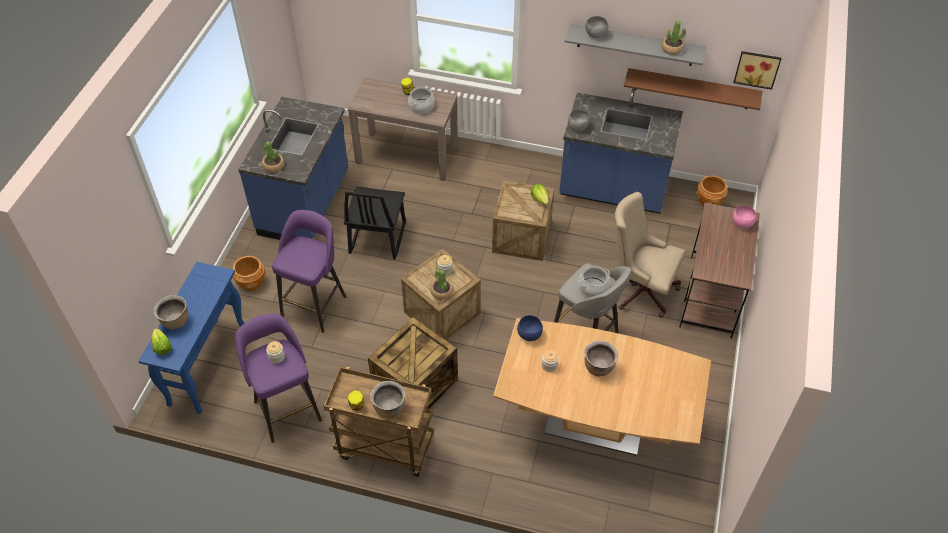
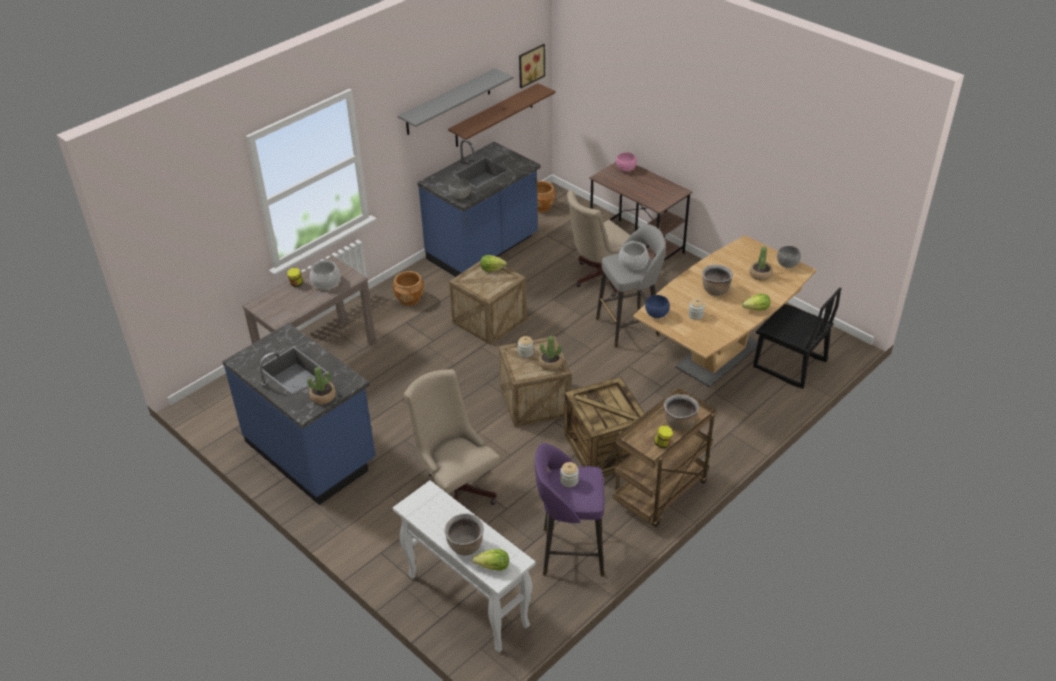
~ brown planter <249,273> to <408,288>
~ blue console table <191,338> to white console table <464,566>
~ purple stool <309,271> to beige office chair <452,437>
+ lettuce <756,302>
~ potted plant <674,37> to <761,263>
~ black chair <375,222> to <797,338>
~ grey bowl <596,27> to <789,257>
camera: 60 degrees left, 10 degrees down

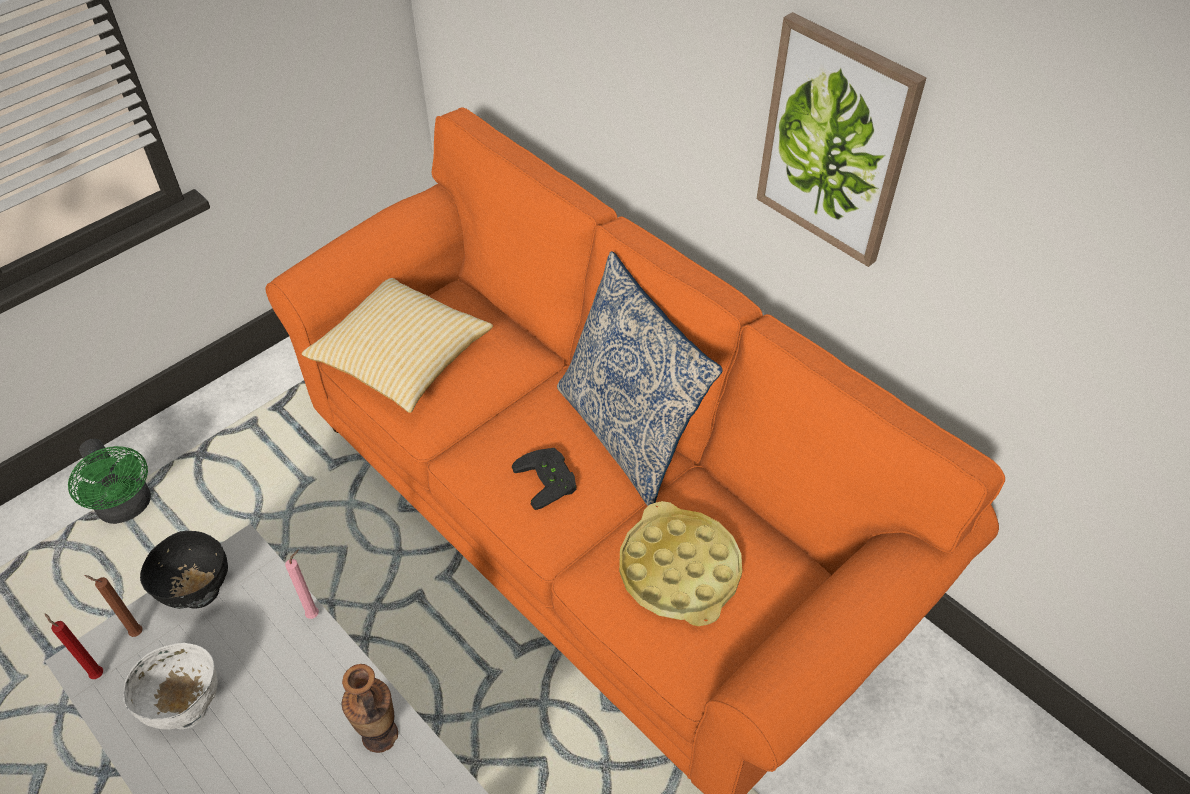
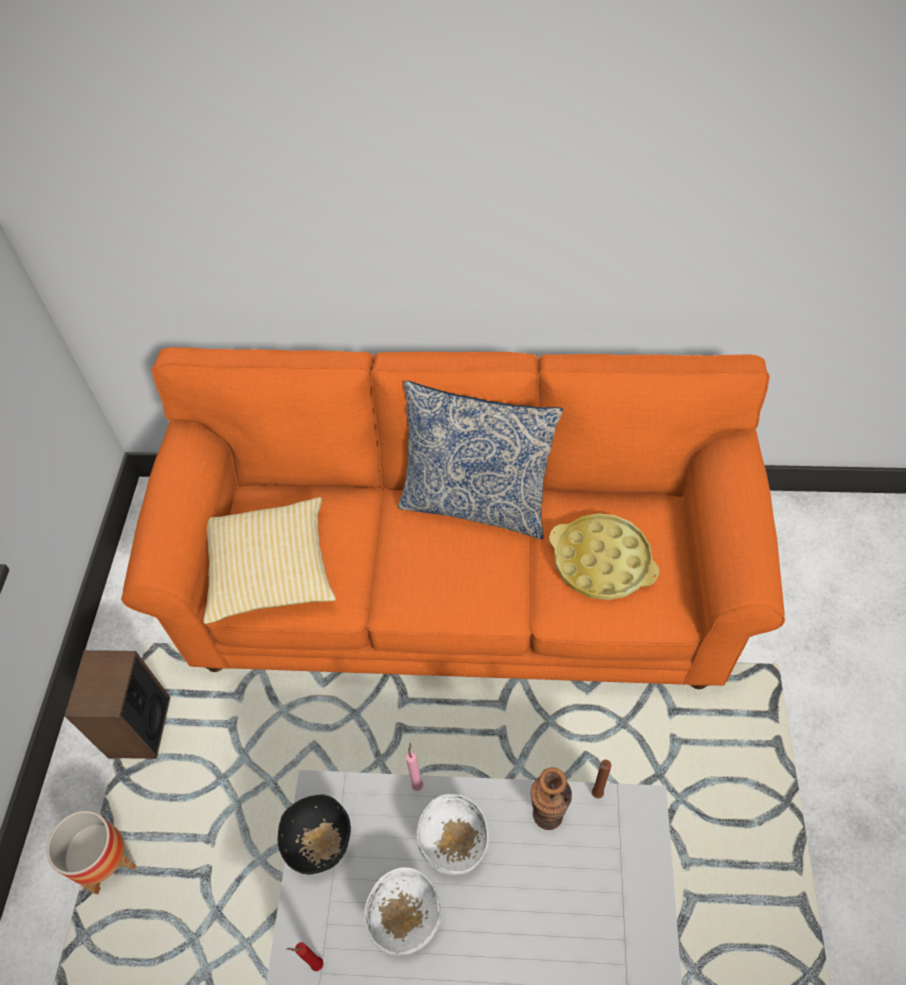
~ green fan <109,481> to planter <91,852>
+ speaker <117,704>
+ white bowl <452,834>
~ brown candle <113,606> to <601,779>
- black game controller <544,479>
- picture <841,139>
camera: 40 degrees left, 5 degrees up

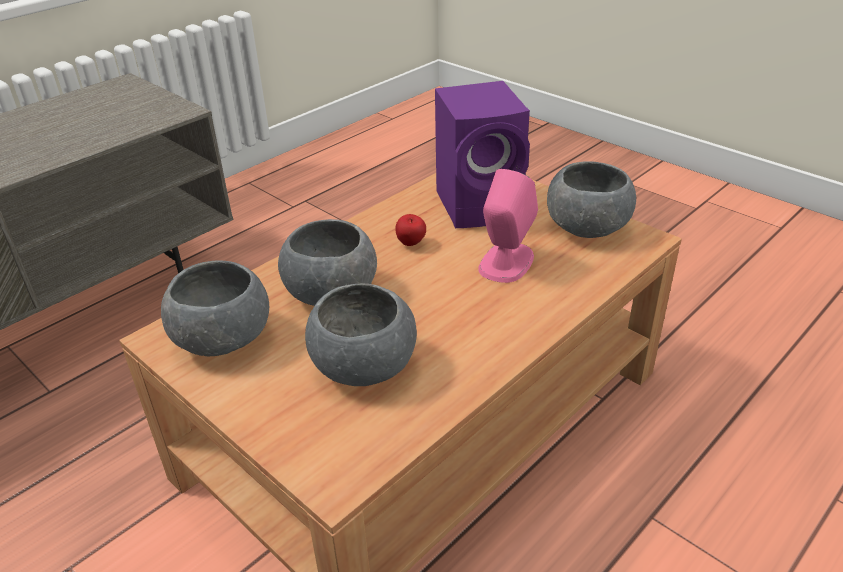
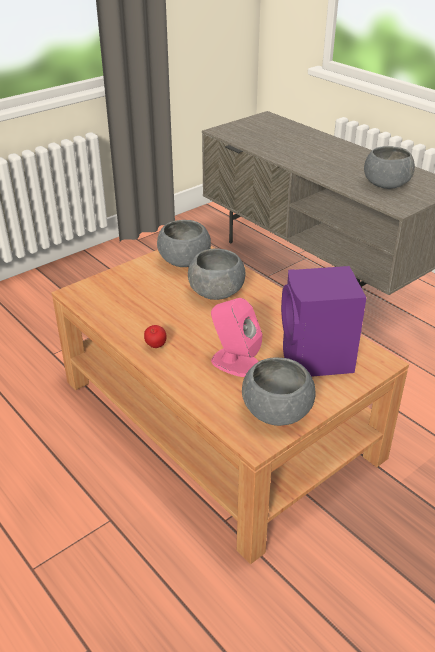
~ apple <410,230> to <155,336>
~ grey bowl <361,335> to <389,167>
camera: 95 degrees right, 0 degrees up

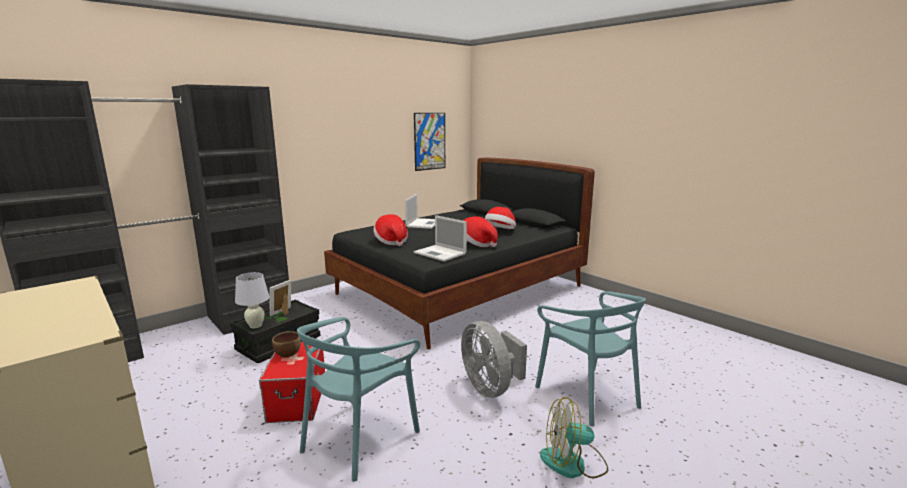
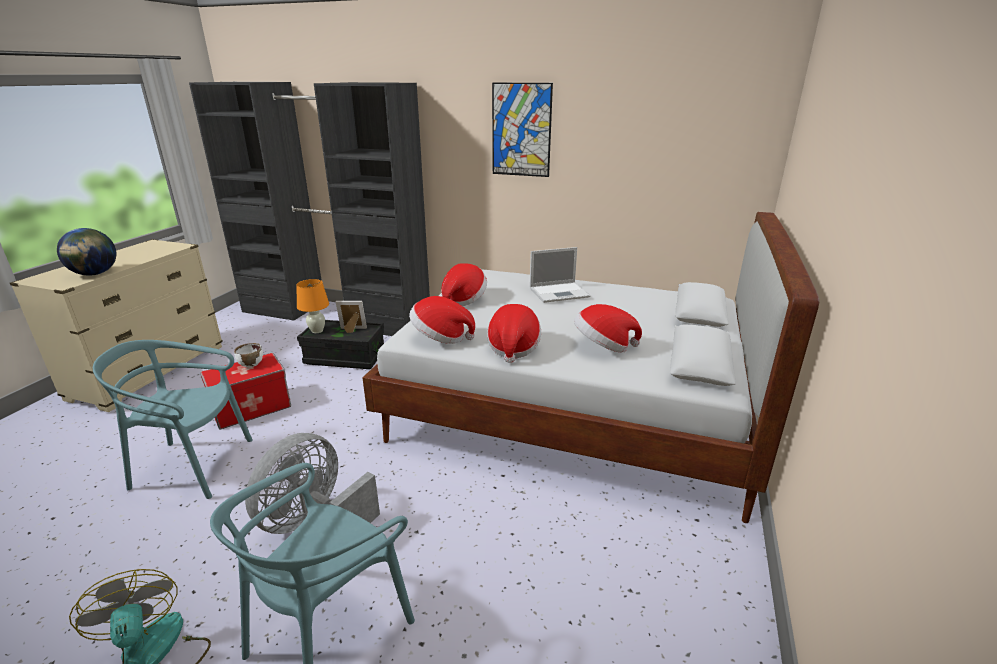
+ globe <86,252>
~ brown bowl <286,344> to white bowl <248,355>
~ white table lamp <252,300> to orange table lamp <312,306>
~ black bed <459,253> to white bed <590,367>
~ laptop <440,238> to hat <442,320>
~ picture <429,142> to <522,130>
camera: 60 degrees right, 10 degrees up

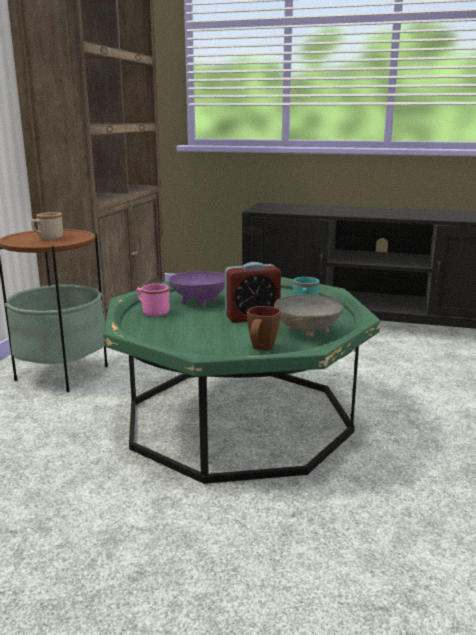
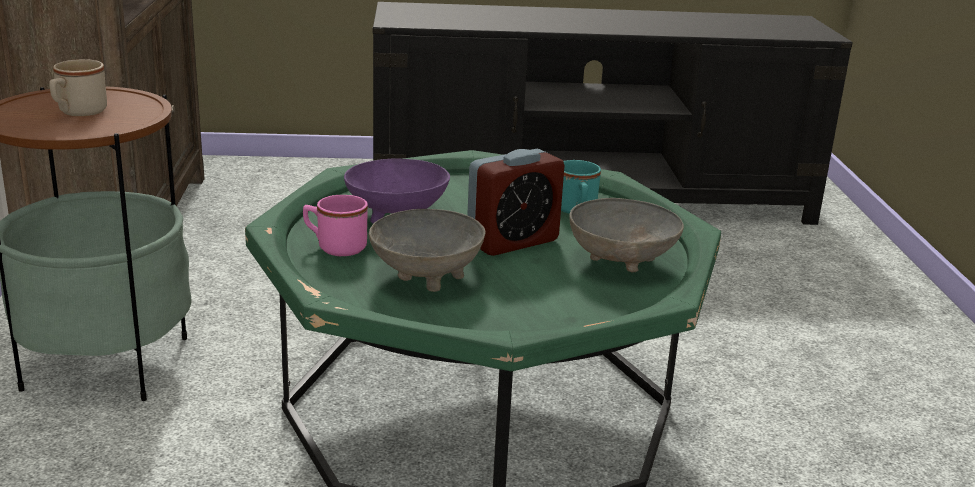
+ grey bowl <427,250>
- brown mug <264,328>
camera: 20 degrees left, 5 degrees up

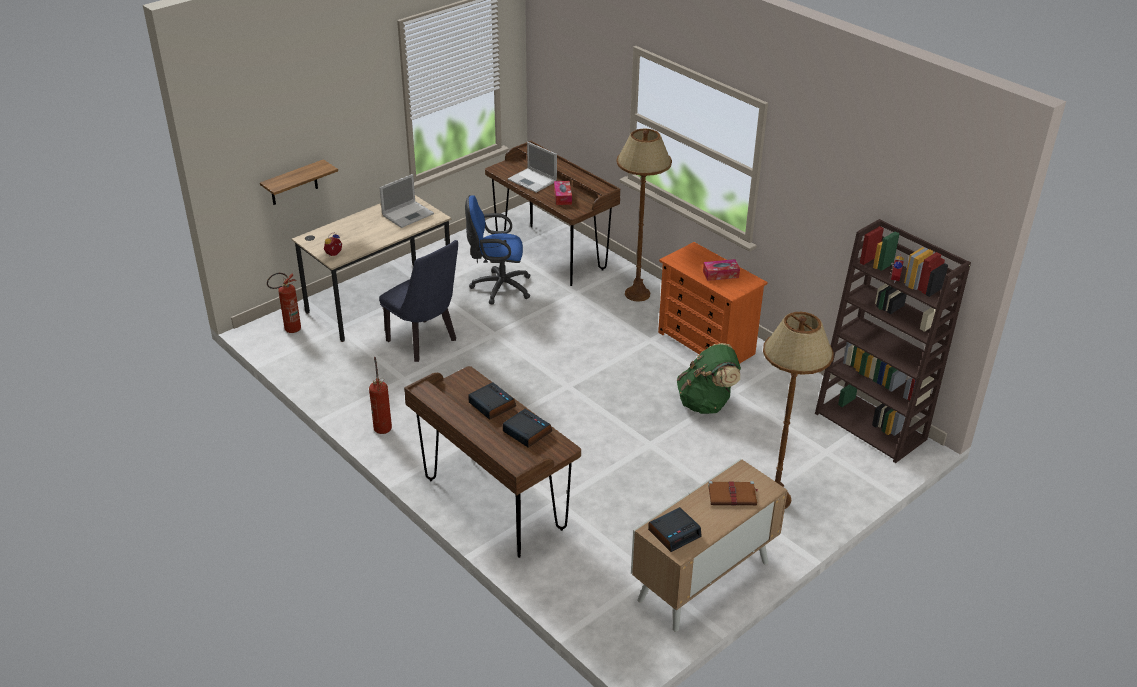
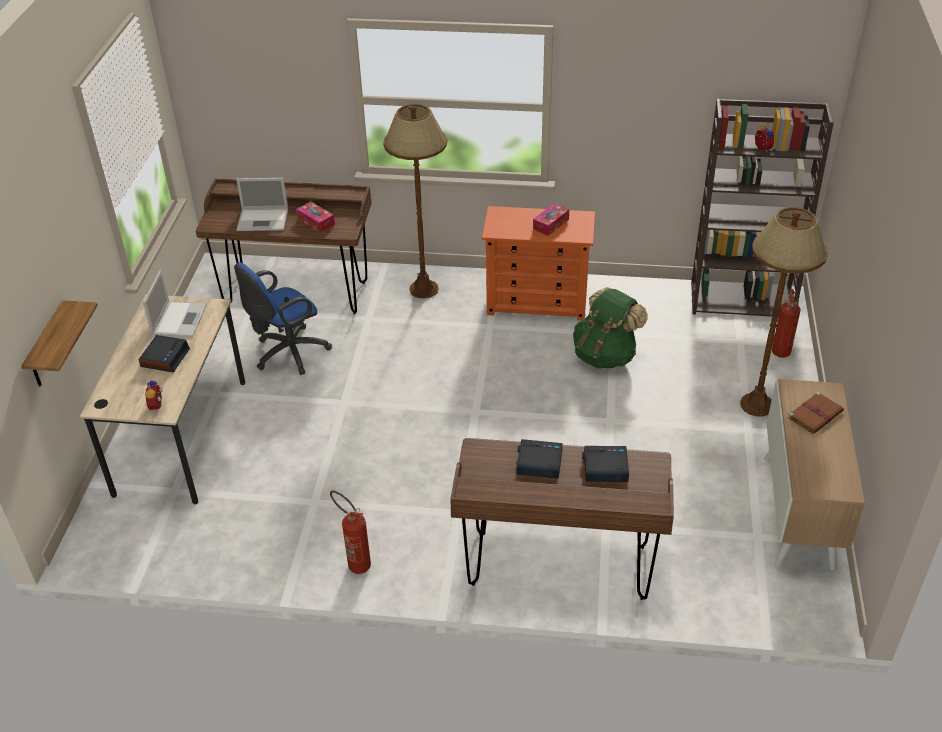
~ alarm clock <675,529> to <164,354>
~ fire extinguisher <284,303> to <786,323>
- blue chair <418,301>
camera: 40 degrees left, 5 degrees up

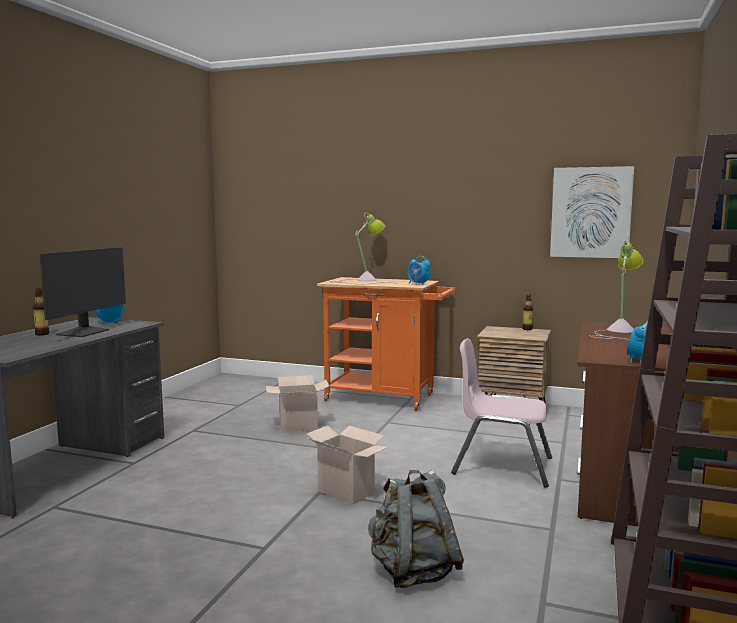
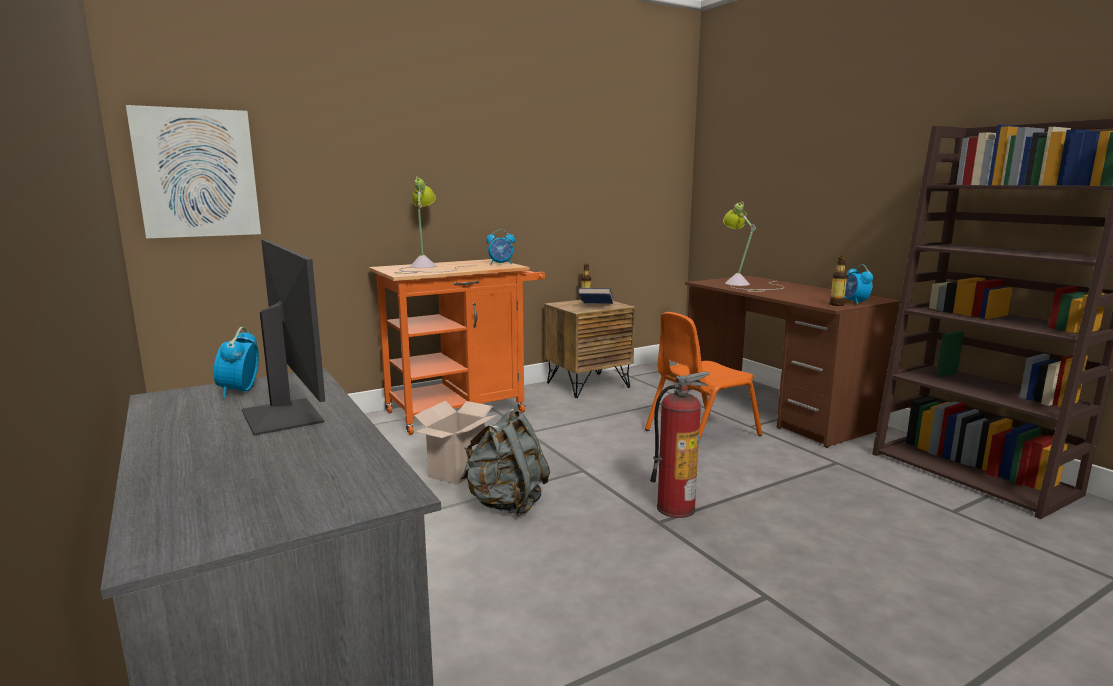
~ picture <592,212> to <193,172>
~ grey backpack <416,529> to <505,462>
+ blue book <595,296>
~ pink chair <501,413> to orange chair <704,377>
~ cardboard box <347,465> to fire extinguisher <680,444>
~ bottle <41,312> to <838,281>
camera: 50 degrees left, 5 degrees up

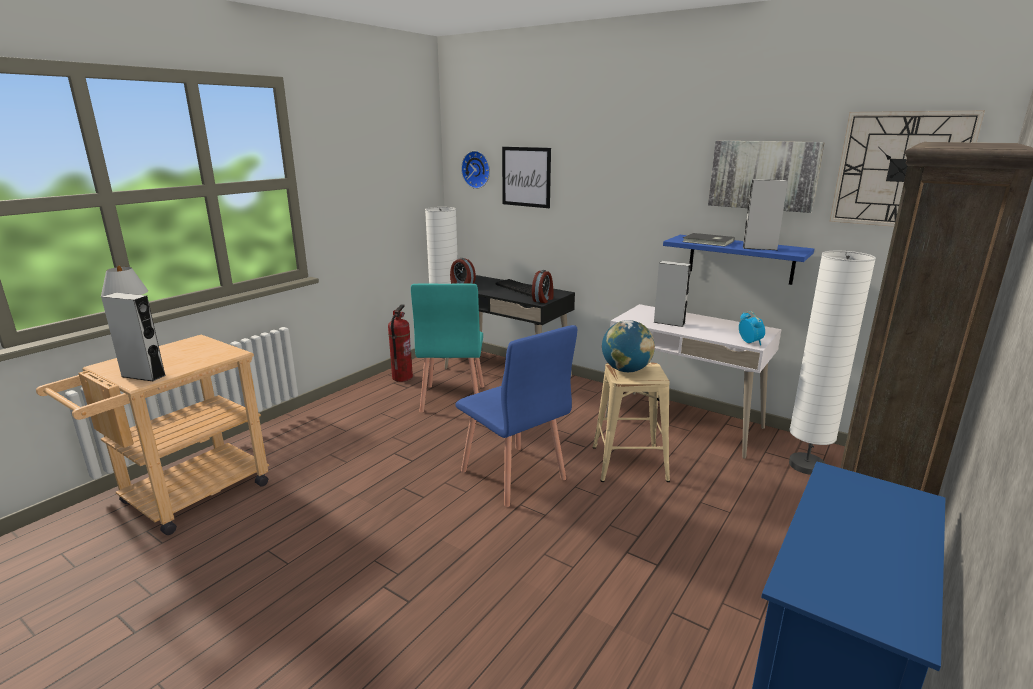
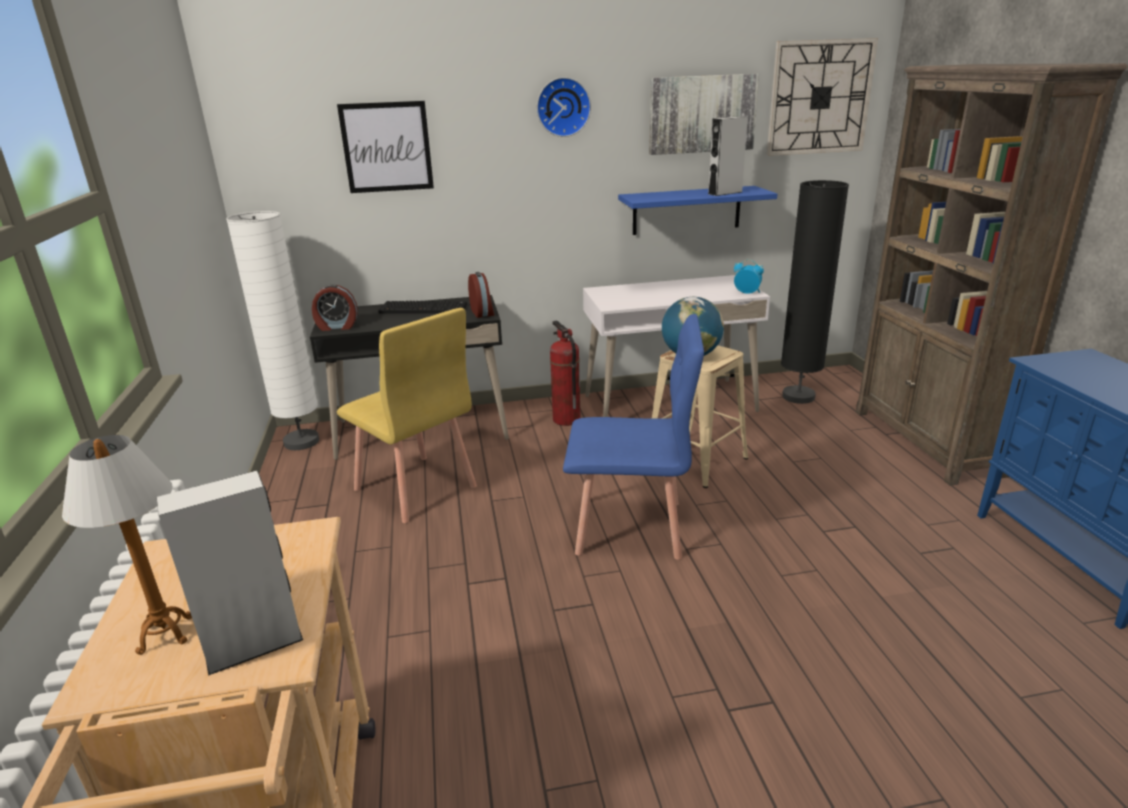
~ turquoise chair <447,348> to yellow chair <407,415>
~ wall clock <475,170> to <564,107>
~ fire extinguisher <400,343> to <565,373>
~ white floor lamp <832,363> to black floor lamp <815,292>
- grey speaker <672,294>
- grey book <709,240>
camera: 45 degrees left, 5 degrees up

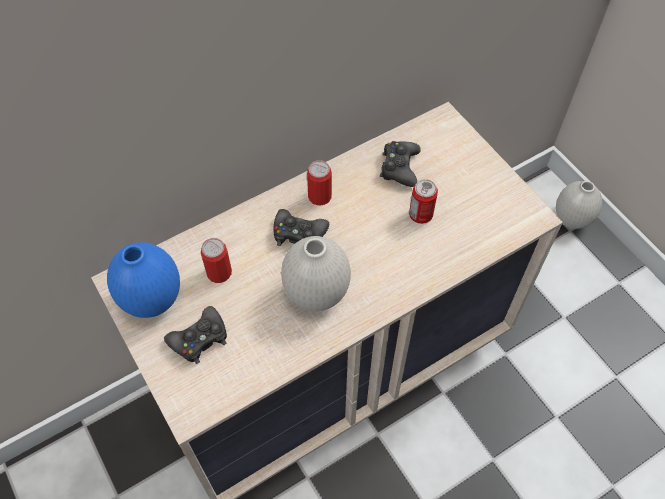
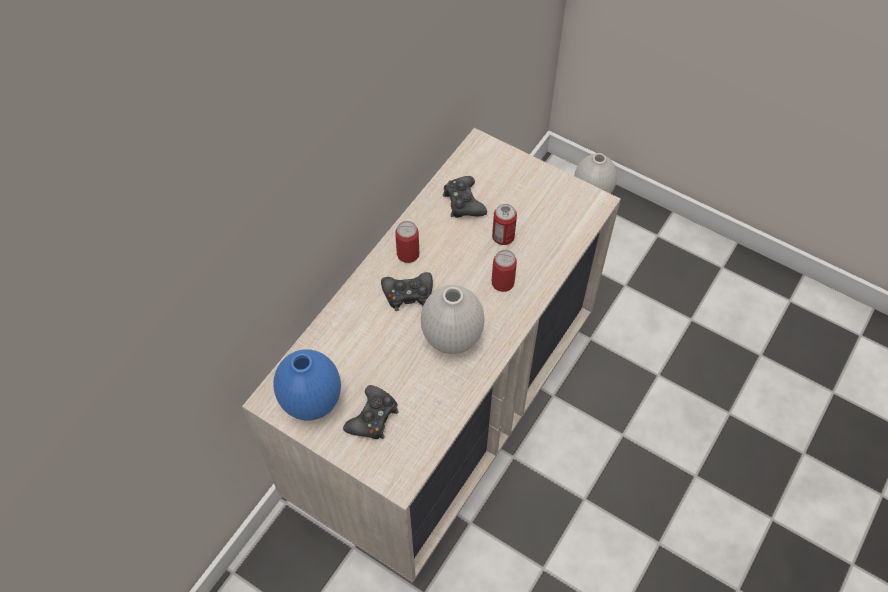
~ can <216,260> to <504,271>
camera: 25 degrees left, 0 degrees up

